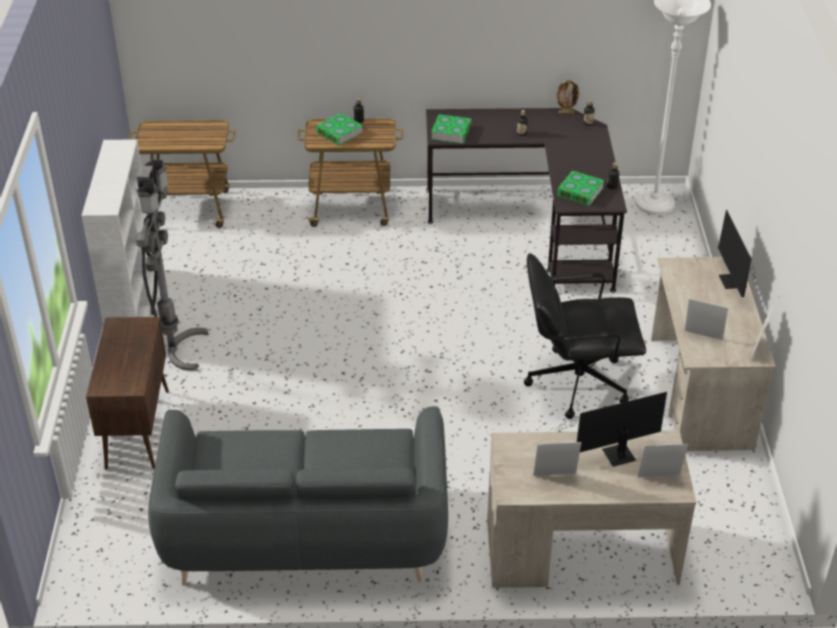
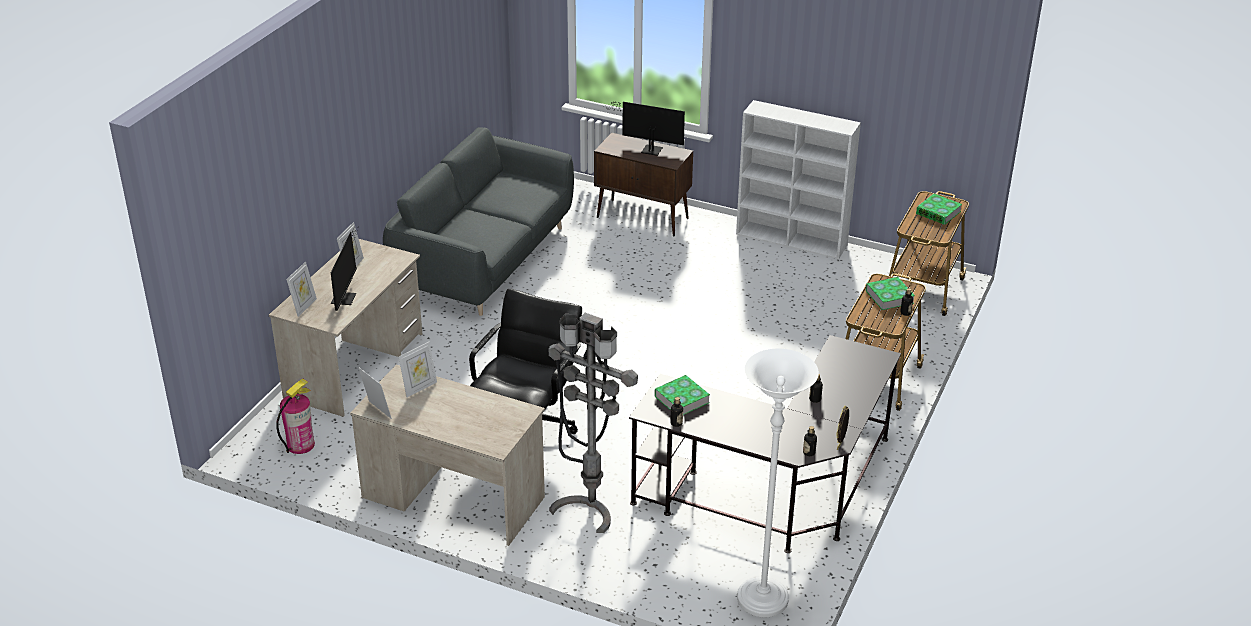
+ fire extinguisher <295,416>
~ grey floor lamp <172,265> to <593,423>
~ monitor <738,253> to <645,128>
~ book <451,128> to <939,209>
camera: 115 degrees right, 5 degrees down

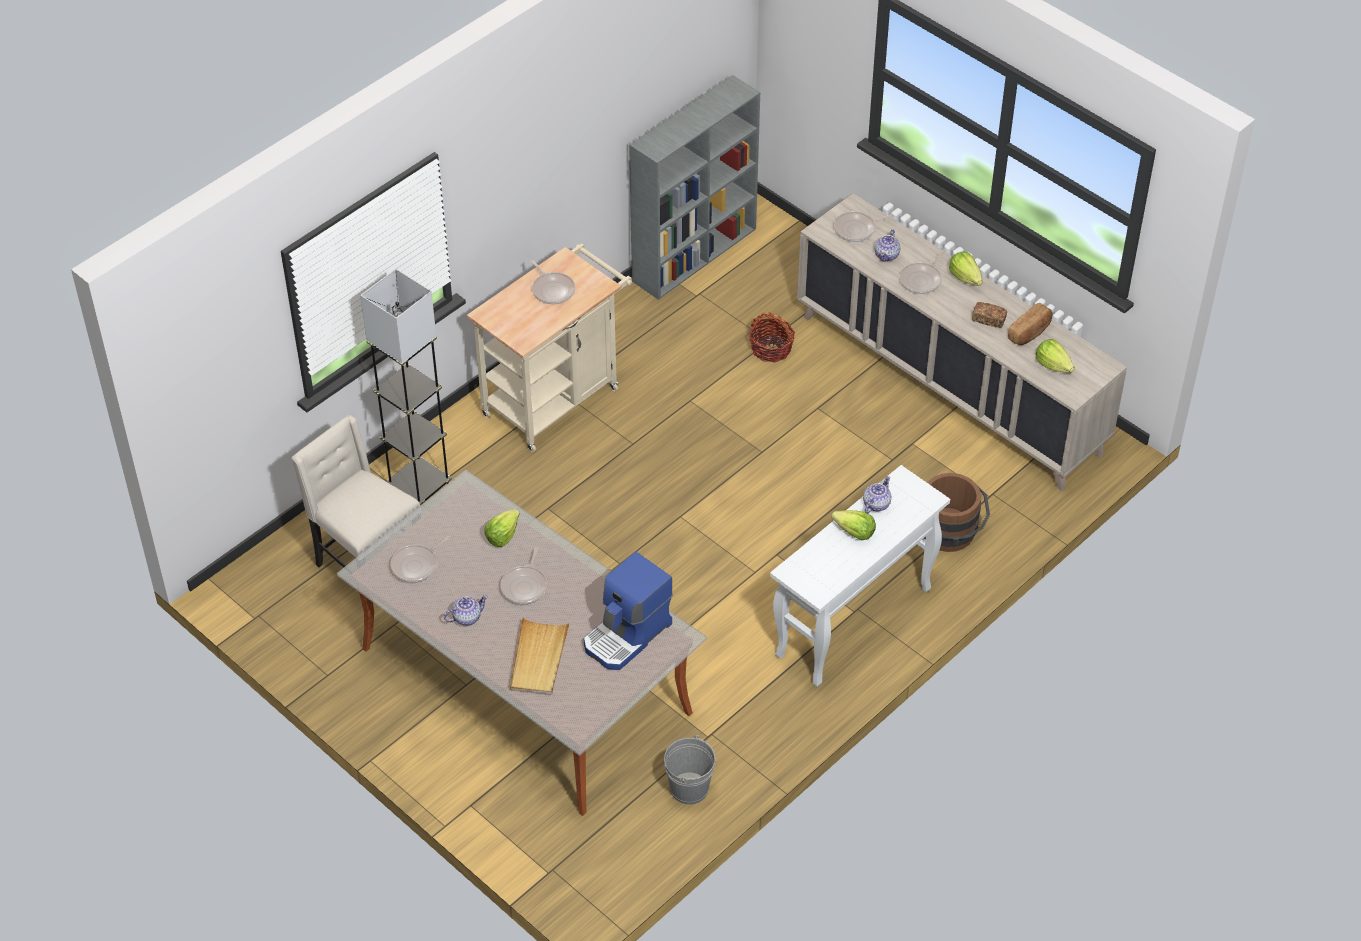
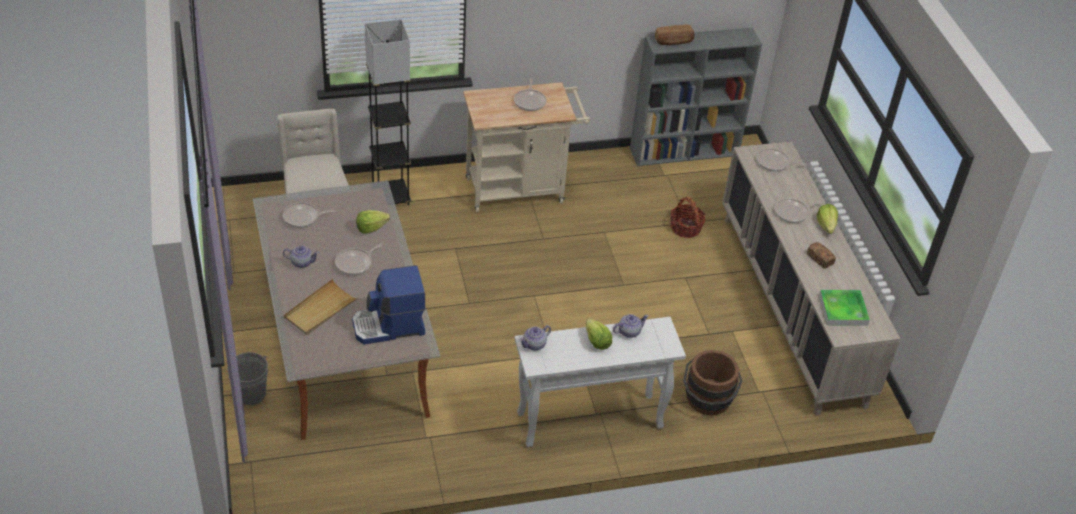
~ grey bucket <690,770> to <247,378>
~ teapot <888,246> to <535,338>
~ bread <1030,324> to <675,35>
~ lettuce <1055,356> to tray <844,308>
camera: 30 degrees right, 5 degrees down

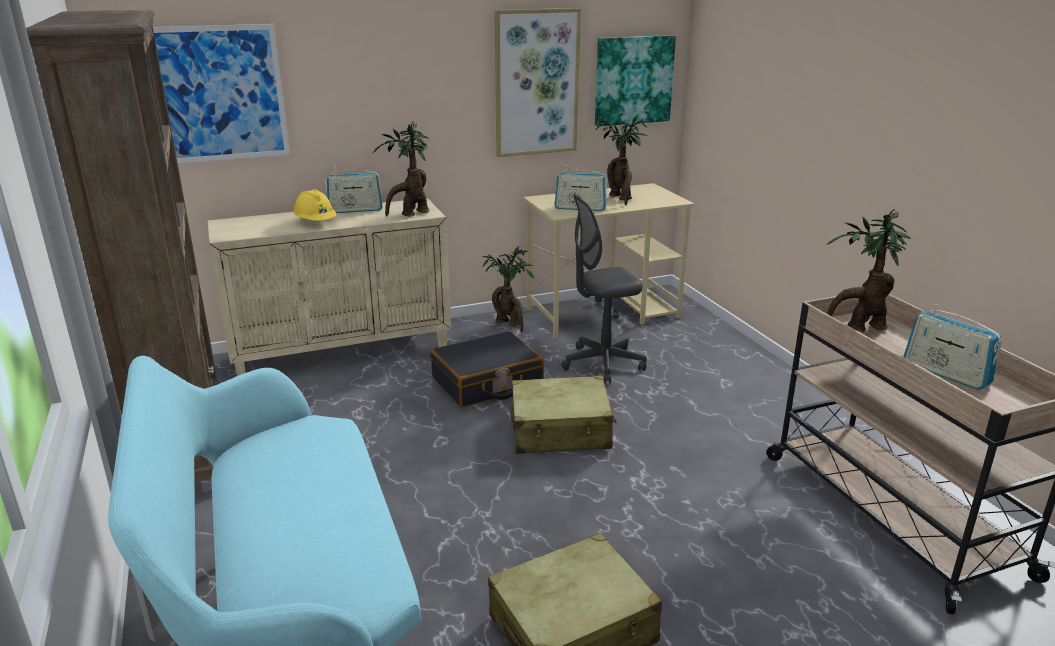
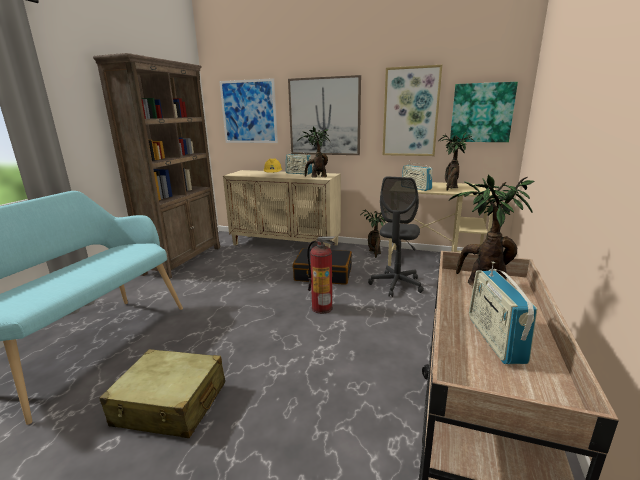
+ picture <324,115>
~ beige suitcase <564,415> to fire extinguisher <321,275>
~ grey office chair <604,289> = <396,236> 90 degrees counterclockwise
camera: 40 degrees right, 5 degrees down

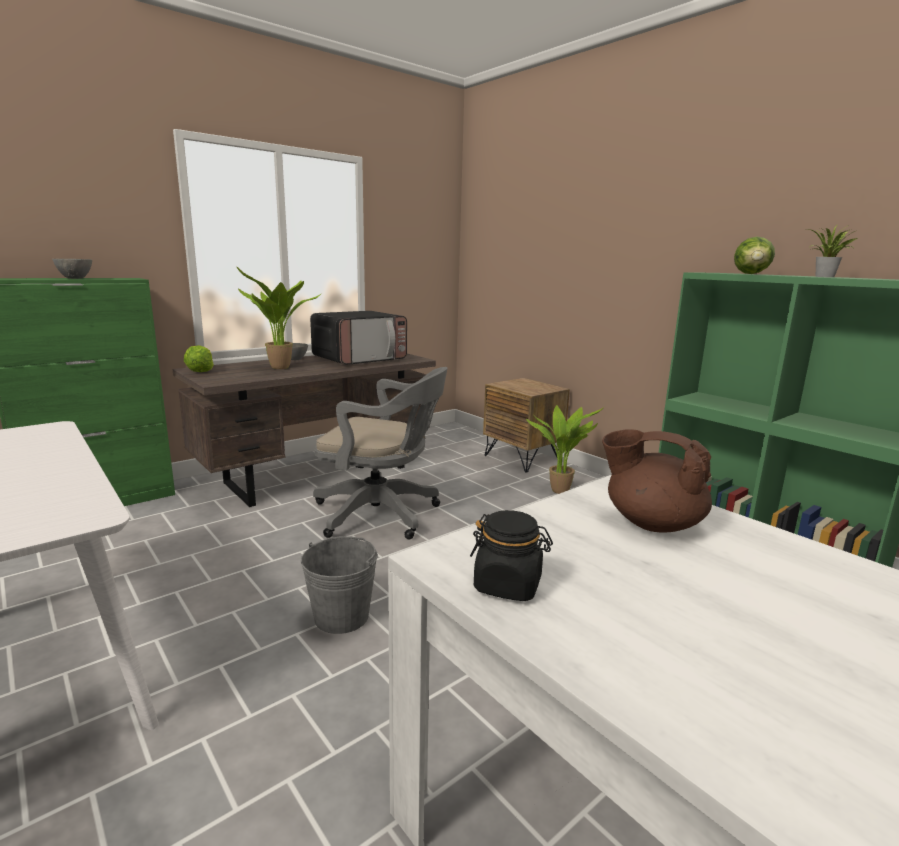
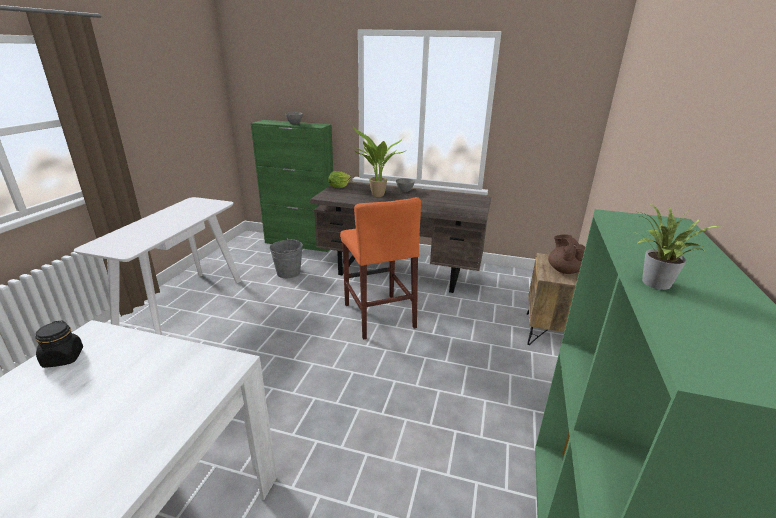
~ grey bucket <339,585> to <286,258>
~ grey office chair <380,453> to orange stool <380,268>
~ brown teapot <657,481> to <566,254>
- microwave <358,338>
- potted plant <566,449>
- lettuce <754,255>
camera: 55 degrees right, 10 degrees up

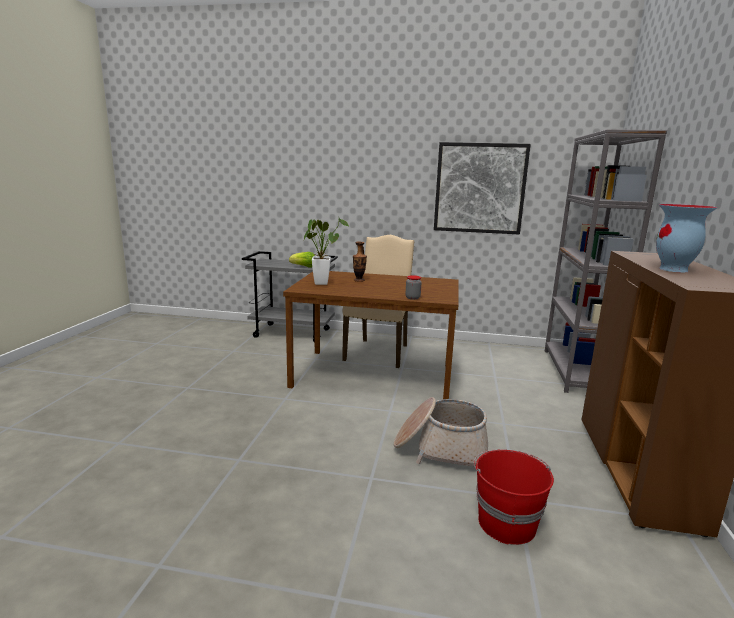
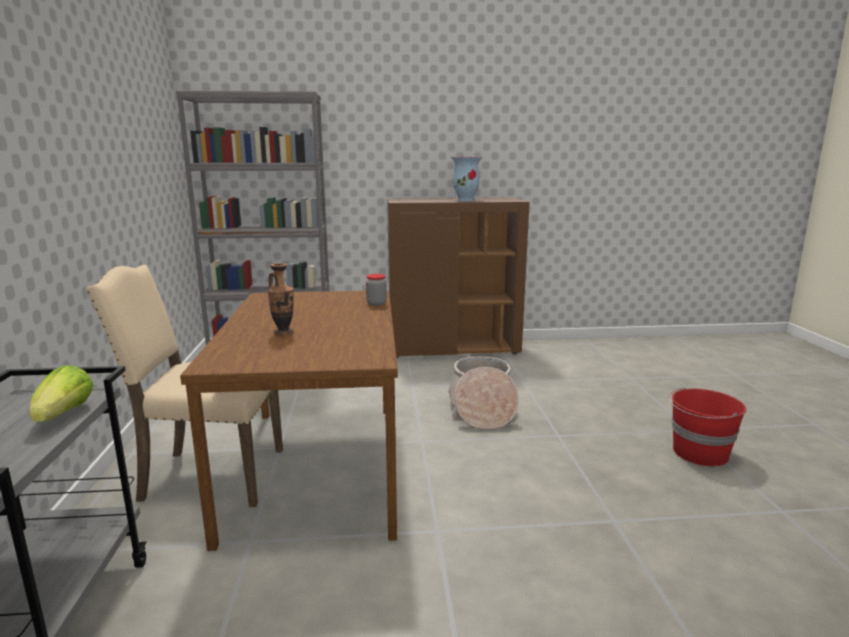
~ red bucket <514,497> to <707,426>
- potted plant <326,251>
- picture <482,188>
camera: 105 degrees left, 0 degrees up

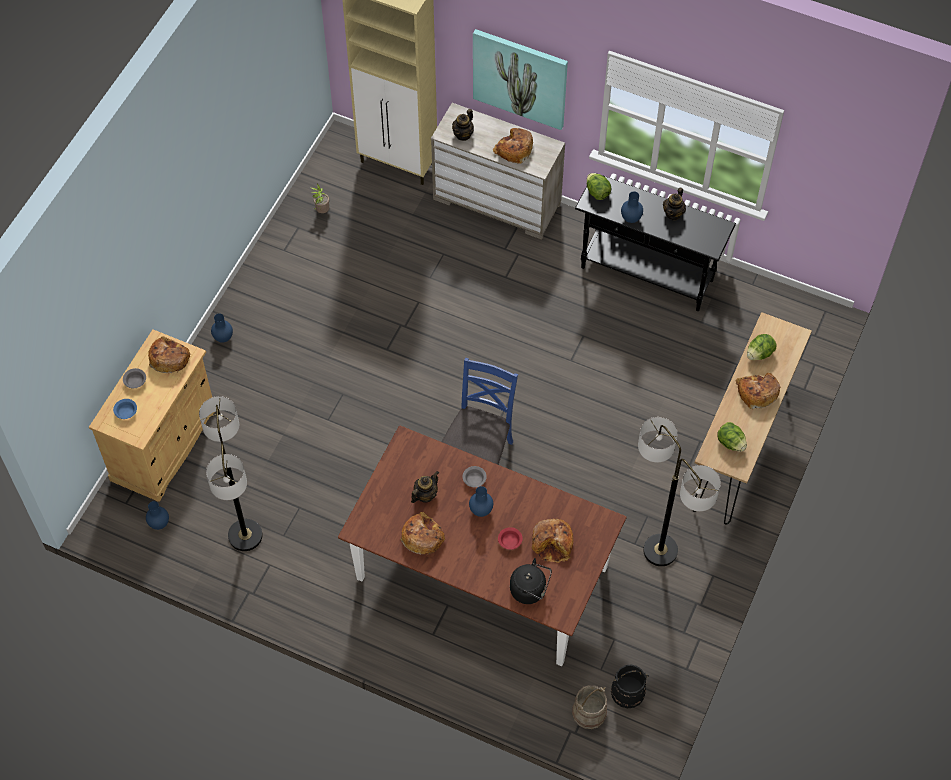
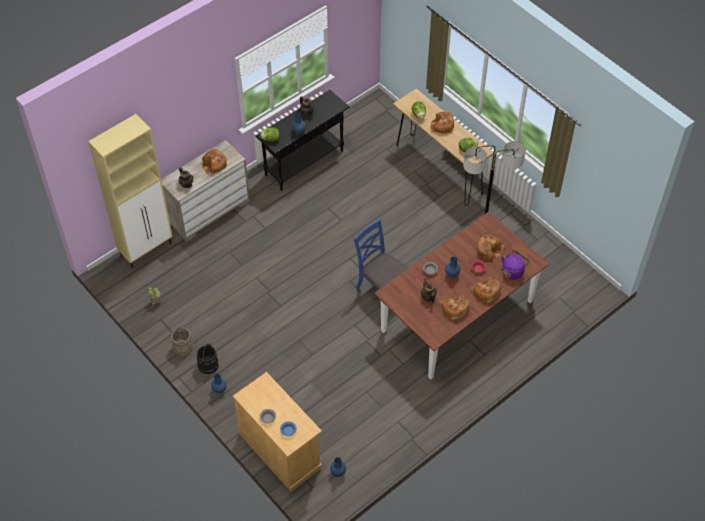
~ beige bucket <589,707> to <182,340>
~ black bucket <630,686> to <208,358>
~ bread <169,354> to <486,290>
~ black kettle <531,581> to purple kettle <515,265>
- floor lamp <230,473>
- picture <520,79>
camera: 65 degrees left, 5 degrees down

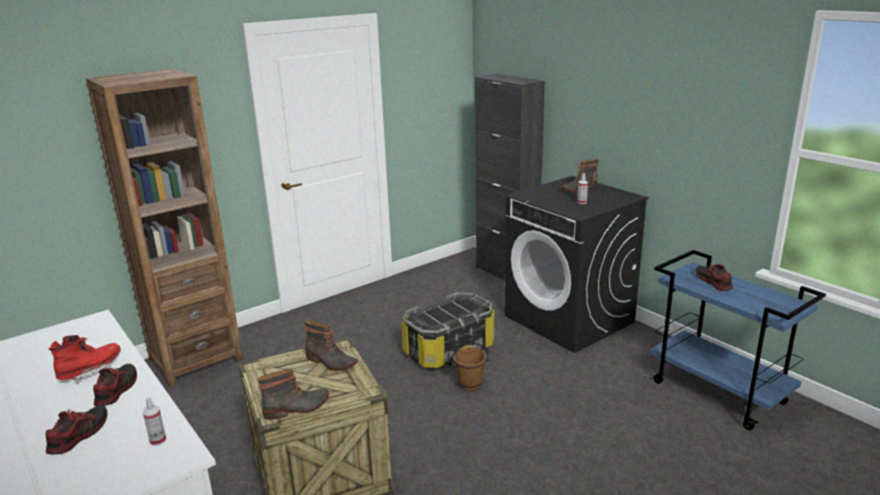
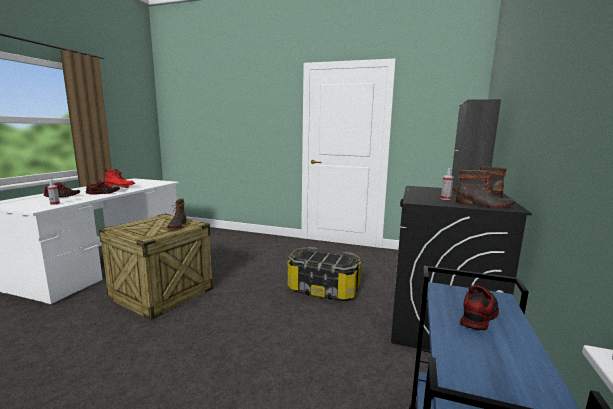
~ boot <293,394> to <485,189>
- brown bookcase <164,228>
- brown bucket <470,367>
camera: 55 degrees right, 10 degrees down

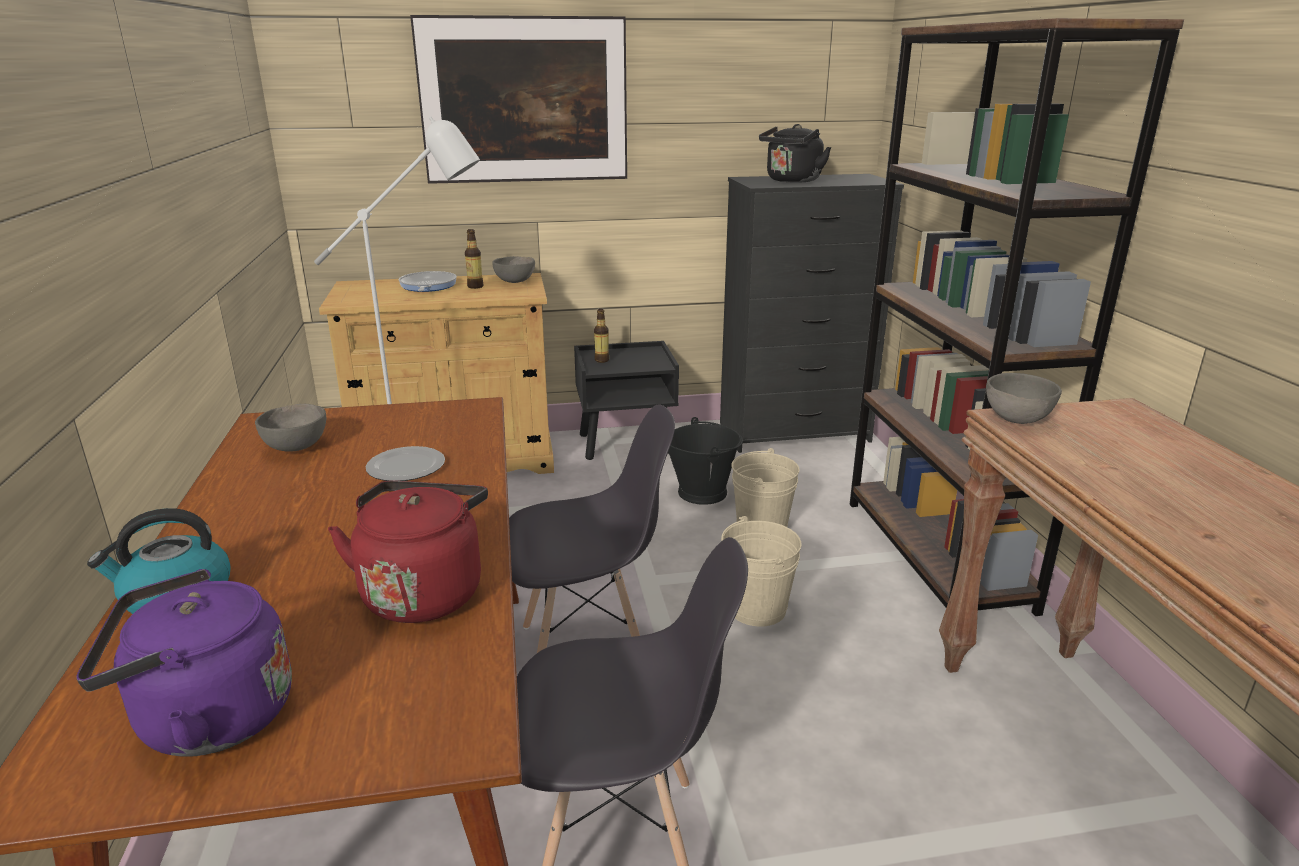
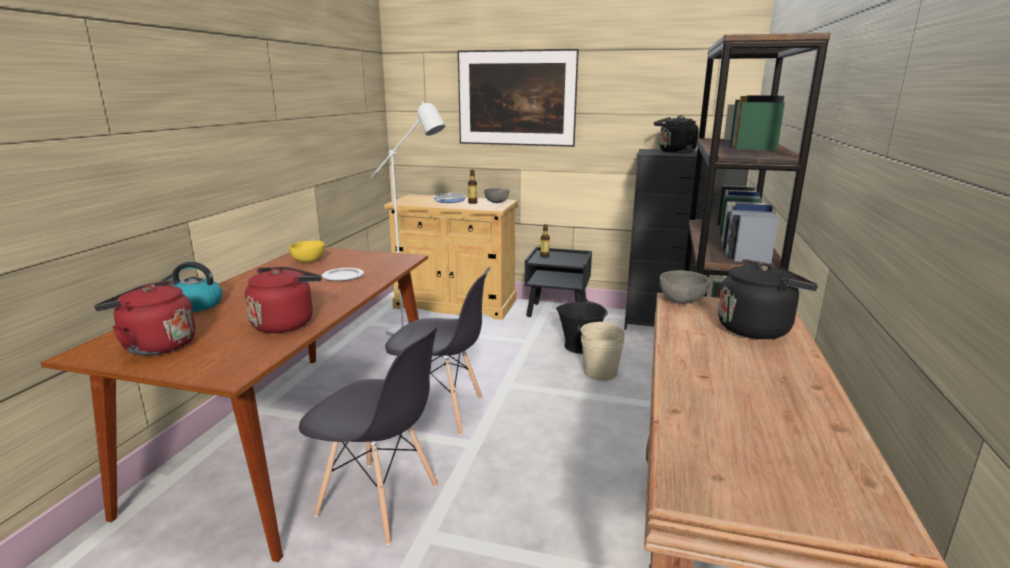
~ purple kettle <184,663> to red kettle <145,318>
~ grey bowl <290,428> to yellow bowl <307,251>
+ black kettle <768,299>
- beige bucket <761,571>
camera: 25 degrees right, 5 degrees down

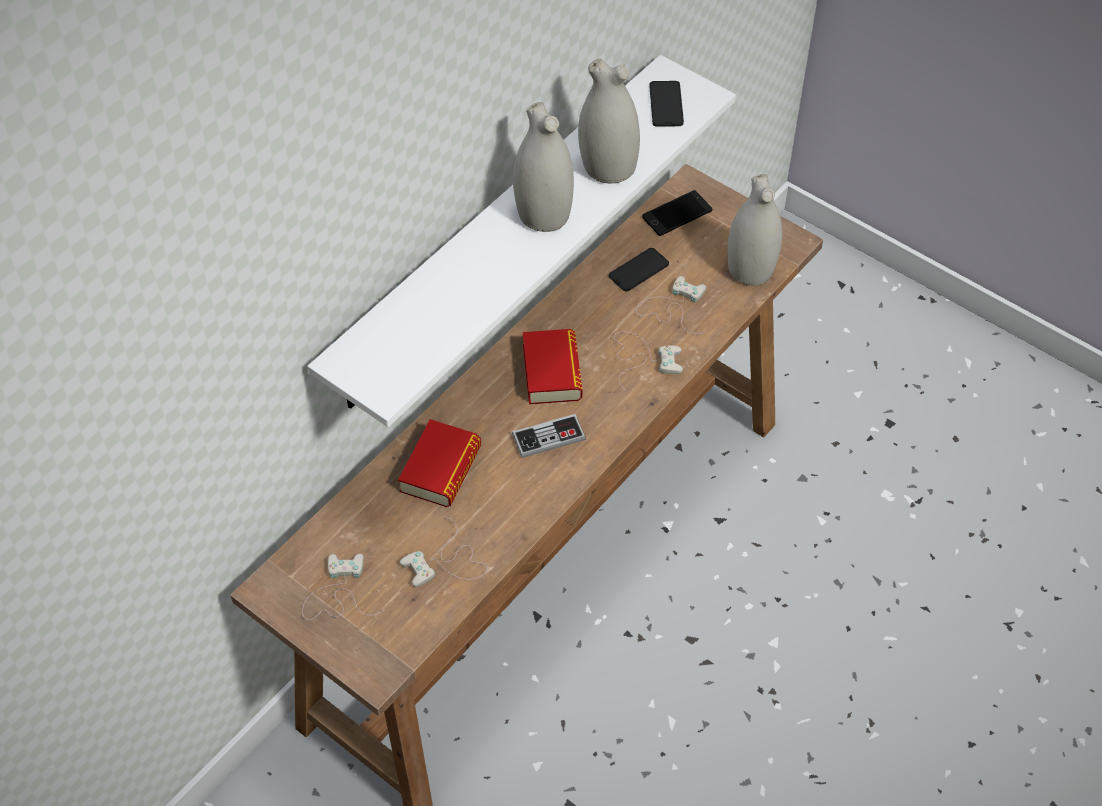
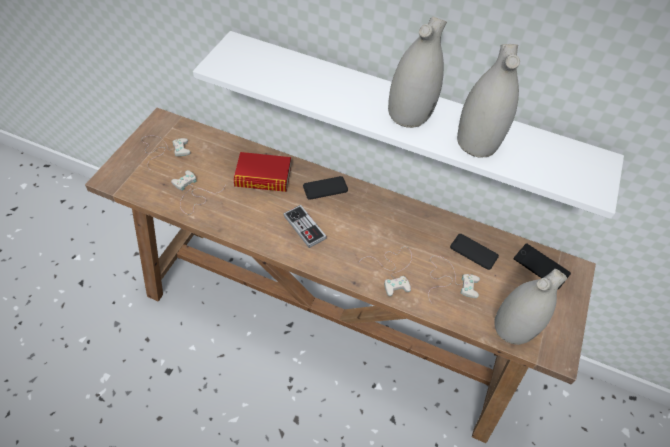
~ phone <666,104> to <325,188>
- book <552,366>
camera: 70 degrees right, 0 degrees up

